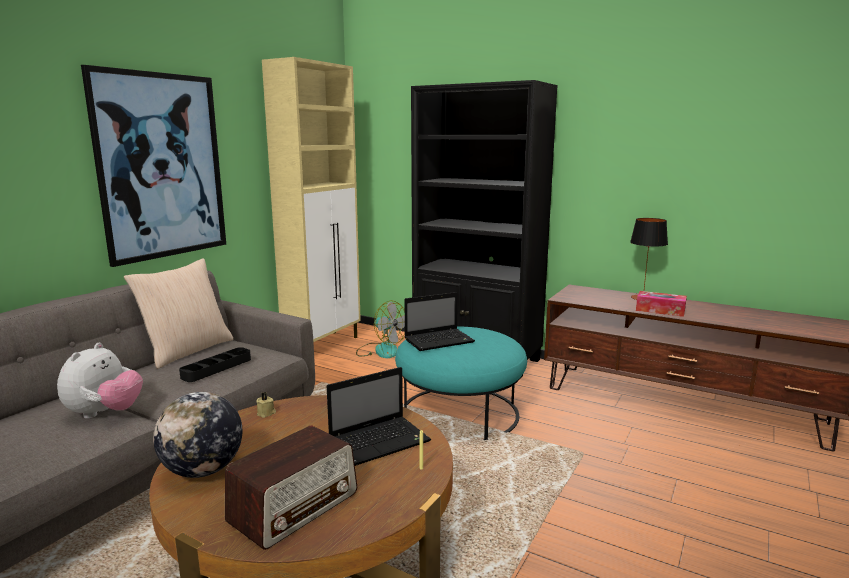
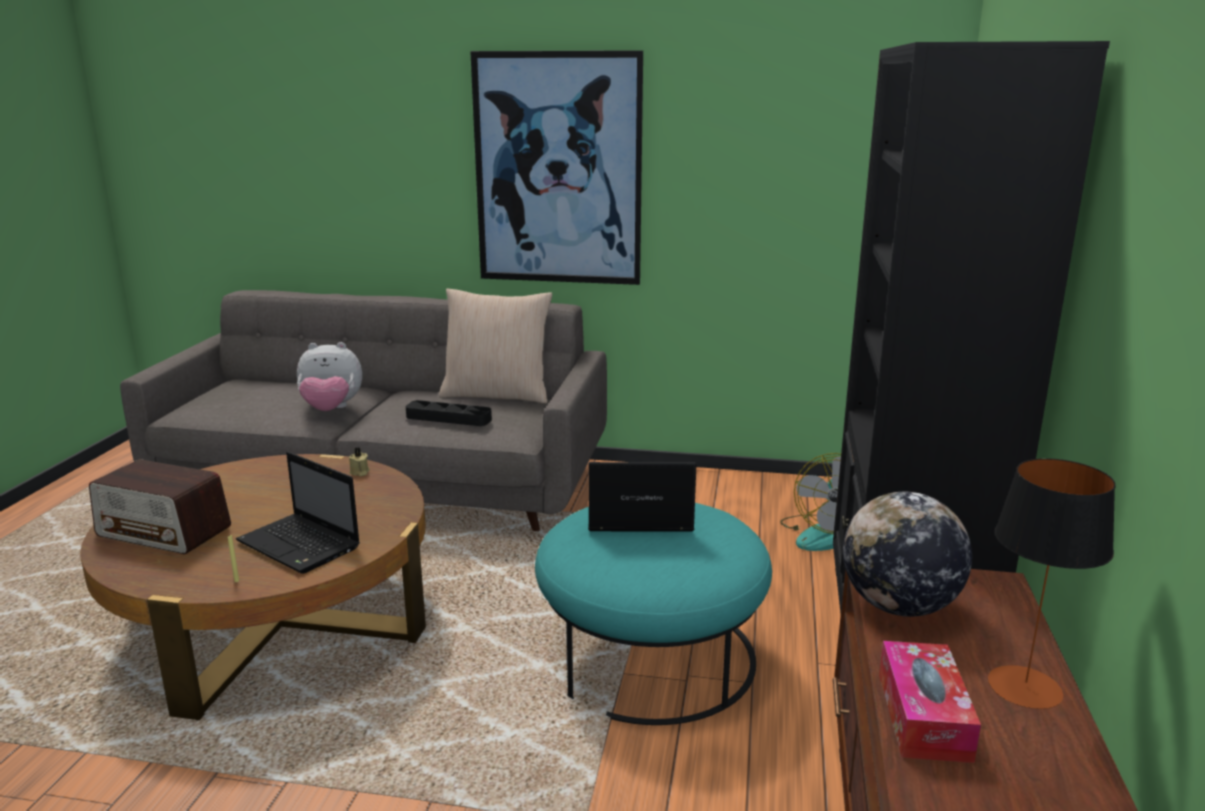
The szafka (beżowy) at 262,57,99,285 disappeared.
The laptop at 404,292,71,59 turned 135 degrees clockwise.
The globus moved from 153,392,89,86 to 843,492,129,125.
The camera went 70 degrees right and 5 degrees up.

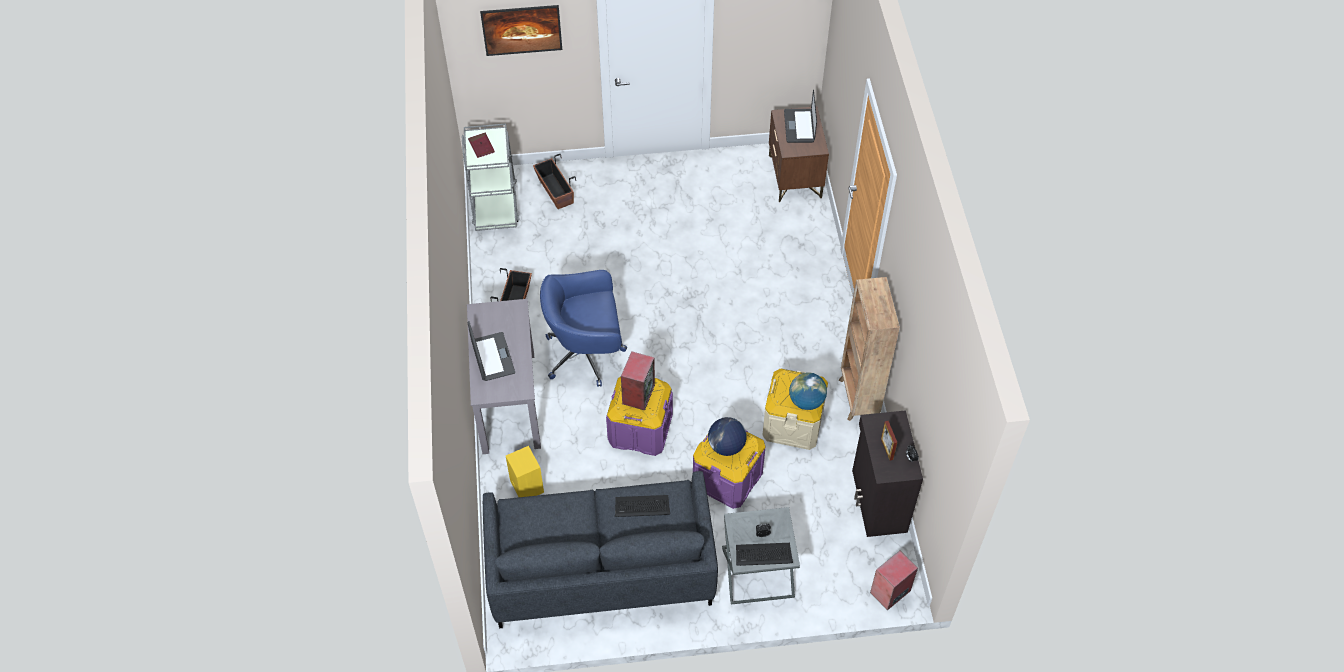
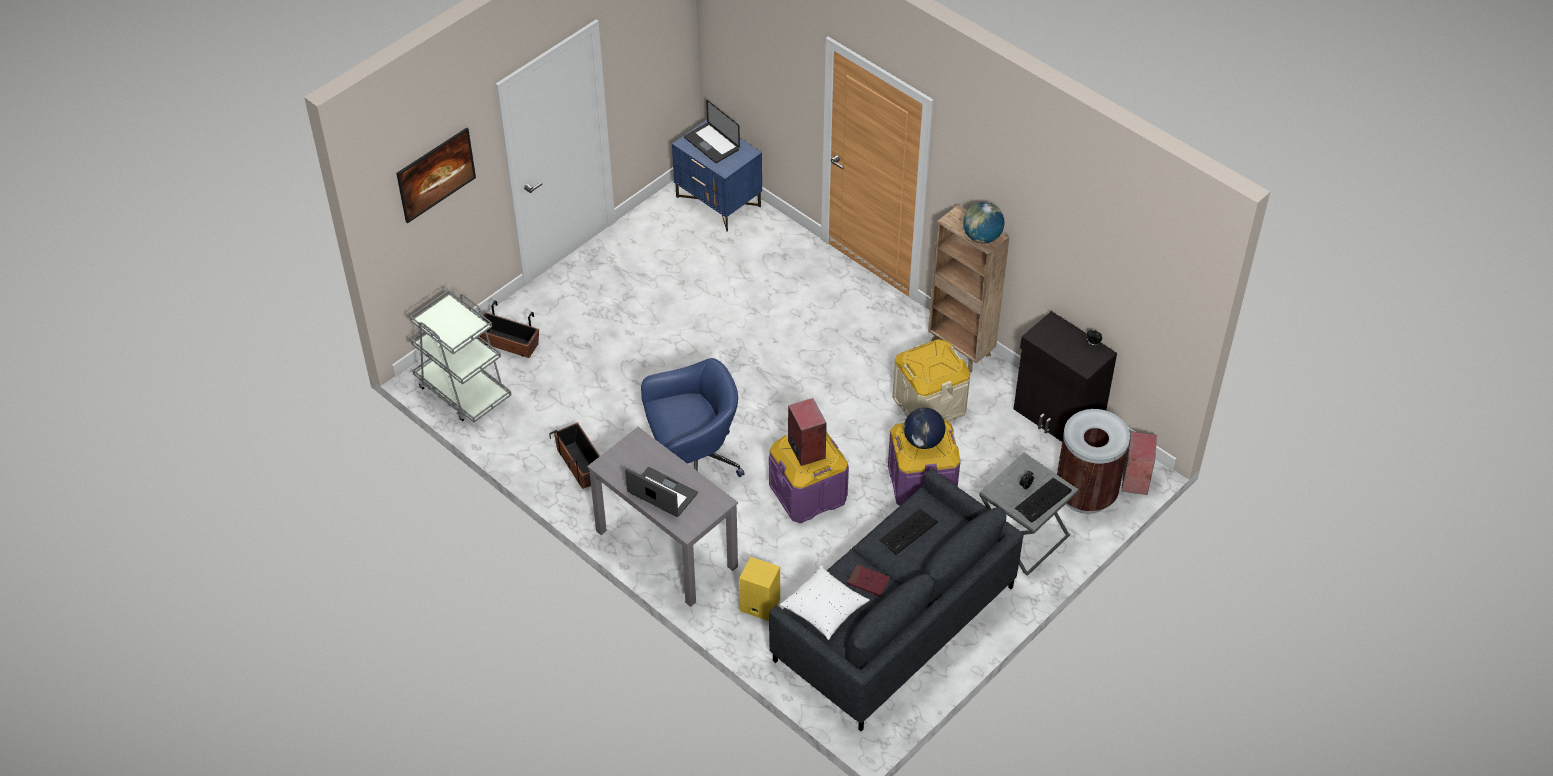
The szafka nocna (brązowy) at 769,106,60,96 became the szafka nocna (niebieski) at 672,120,90,112.
The książka (czerwony) moved from 468,133,27,25 to 847,564,43,32.
The krzesło biurowe (niebieski) at 540,270,87,117 turned 150 degrees counterclockwise.
The globus moved from 789,372,38,38 to 963,202,41,42.
The ramka na zdjęcie at 881,421,16,39 disappeared.
The kosz na śmieci (brązowy) at 1057,409,73,105 appeared.
The poduszka (biały) at 780,565,90,75 appeared.
The camera went 40 degrees left and 5 degrees down.

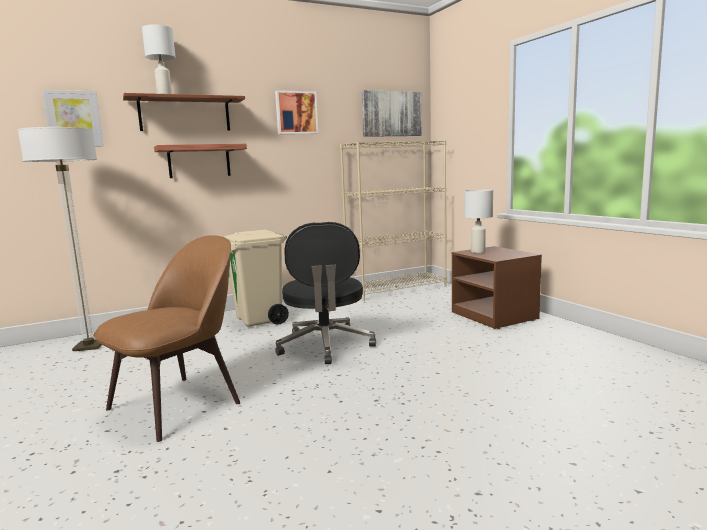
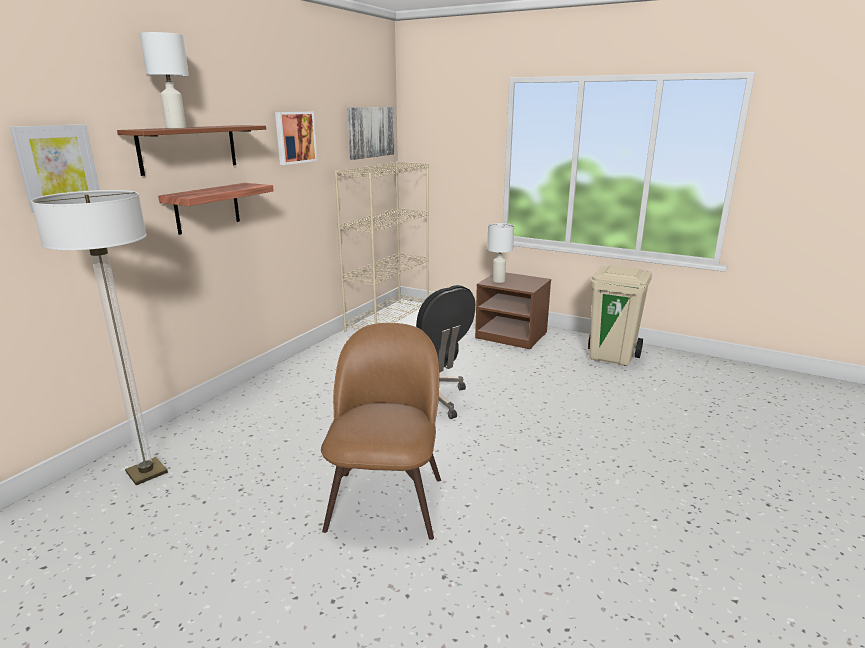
The kosz na śmieci (beżowy) moved from 224,230,65,97 to 588,265,64,101.
The camera went 35 degrees left and 10 degrees up.

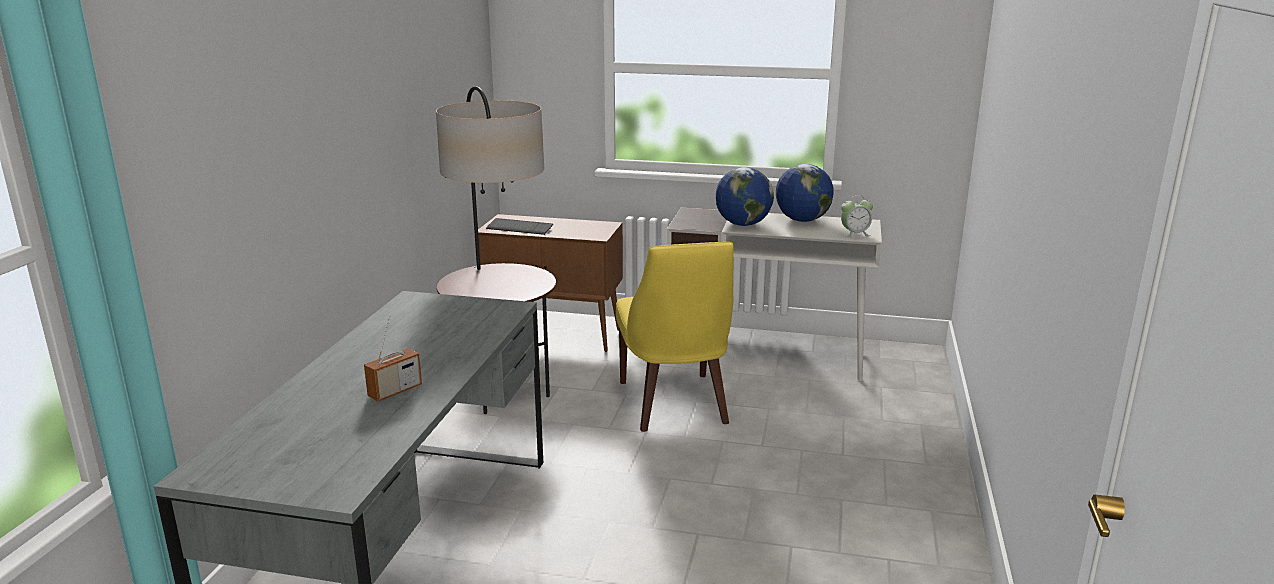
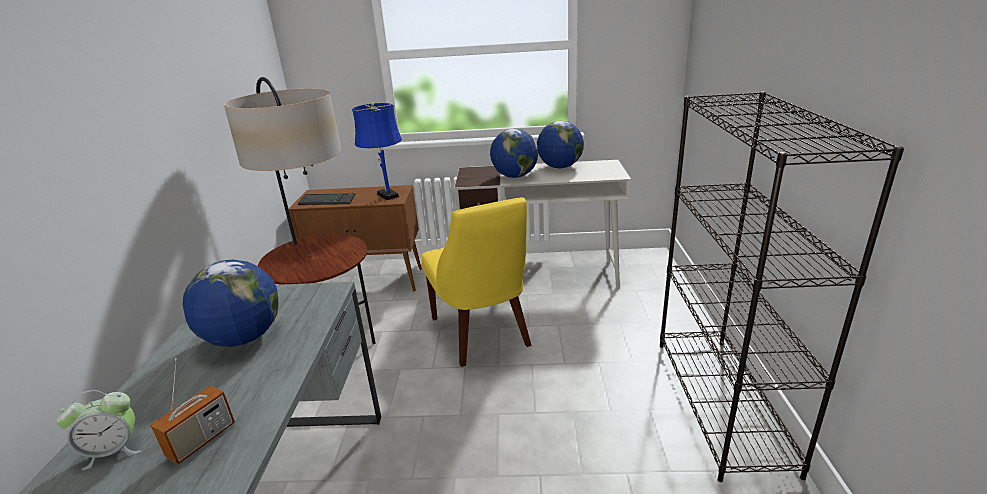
The budzik moved from 841,195,32,43 to 56,390,85,80.
The regał (czarny) at 660,92,244,390 appeared.
The lampa stołowa (niebieski) at 352,102,50,98 appeared.
The globus at 183,260,95,87 appeared.
The camera went 10 degrees left and 5 degrees up.

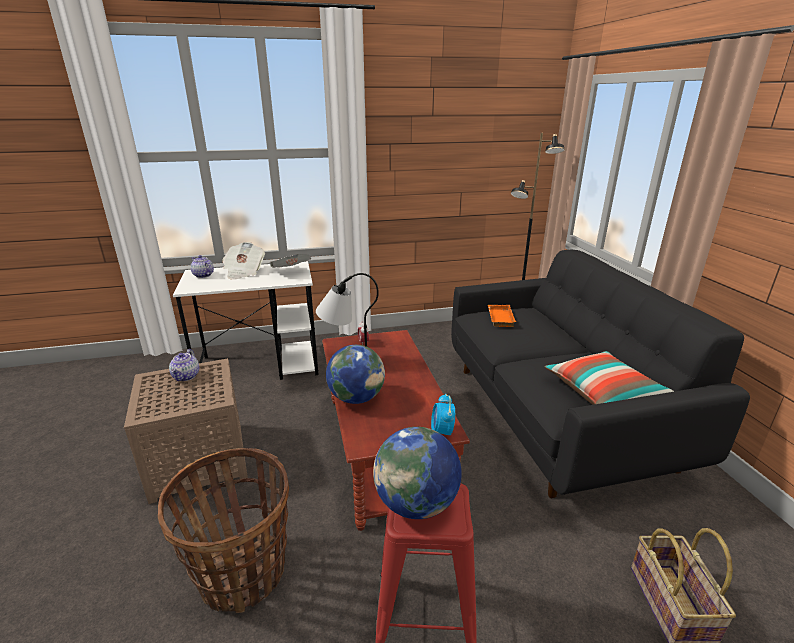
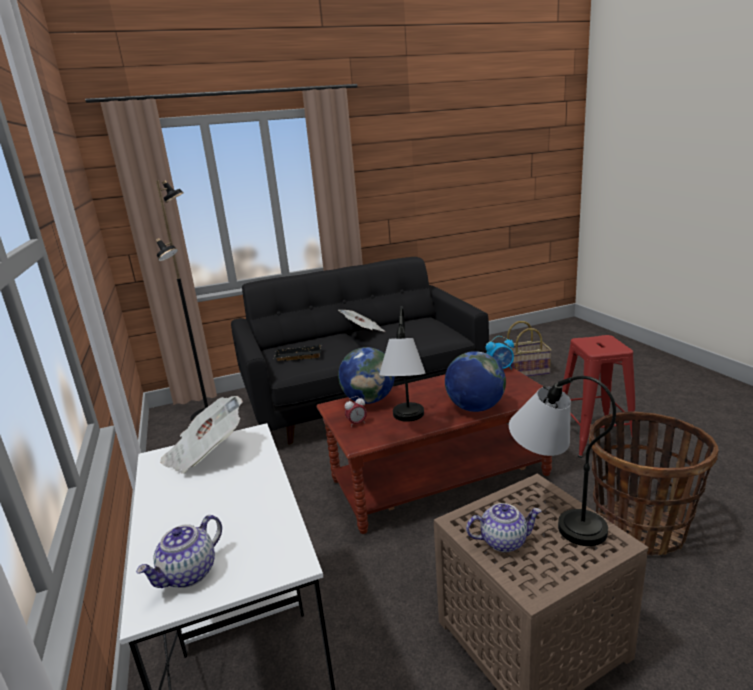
The gazeta moved from 222,242,43,38 to 338,310,46,21.
The taca (pomarańczowy) at 488,305,28,22 became the taca (czarny) at 274,343,48,18.
The poduszka at 545,351,129,54 disappeared.
The globus moved from 373,427,89,92 to 338,347,57,57.
The lampa stołowa at 509,376,107,170 appeared.
The camera went 95 degrees left and 5 degrees down.

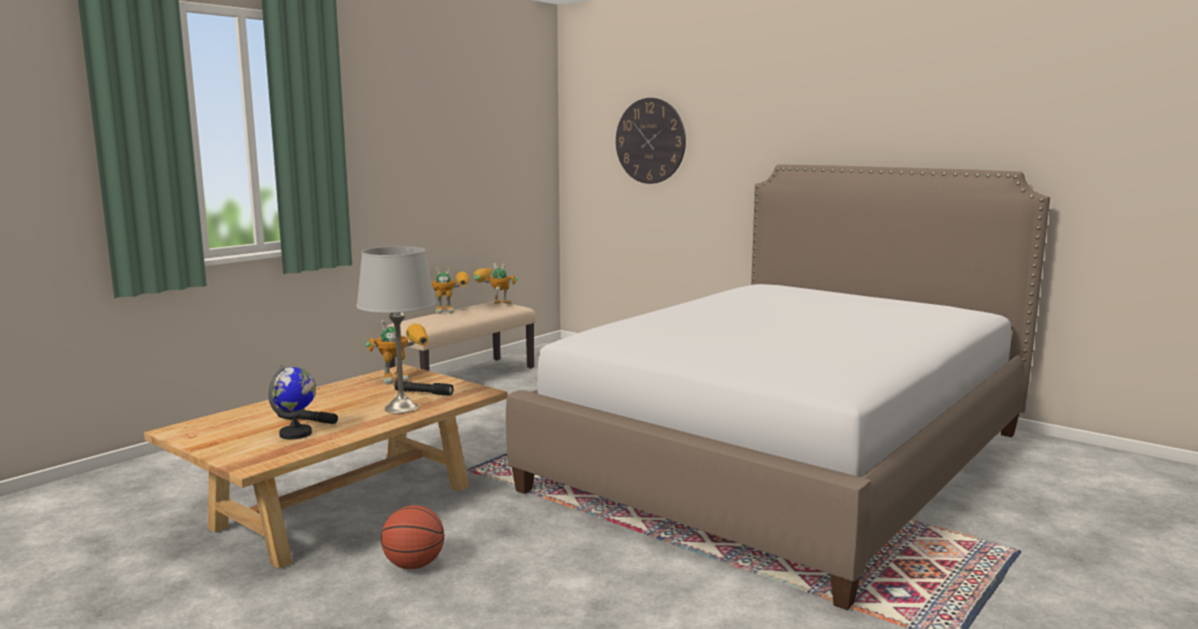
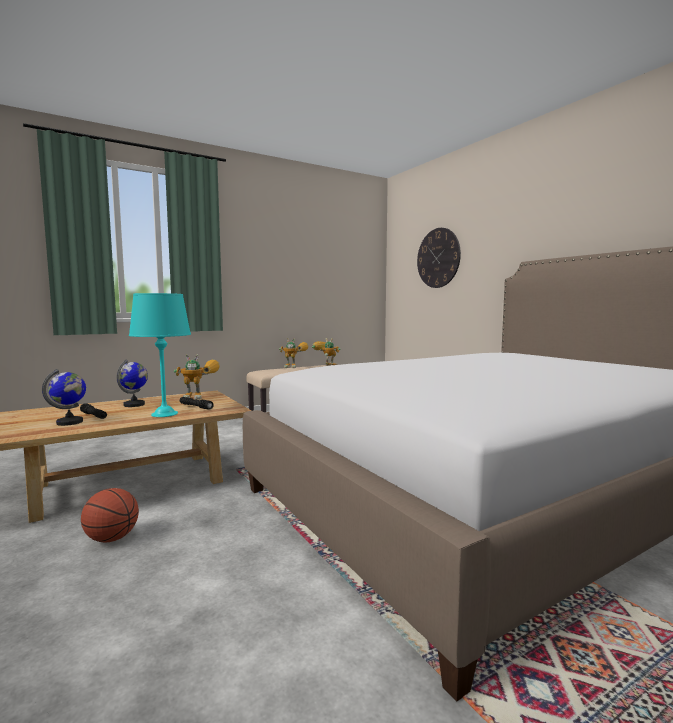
The lampa stołowa (szary) at 356,246,80,168 became the lampa stołowa (turkusowy) at 129,293,62,124.
The globus at 117,360,31,47 appeared.
The camera went 20 degrees right and 5 degrees down.

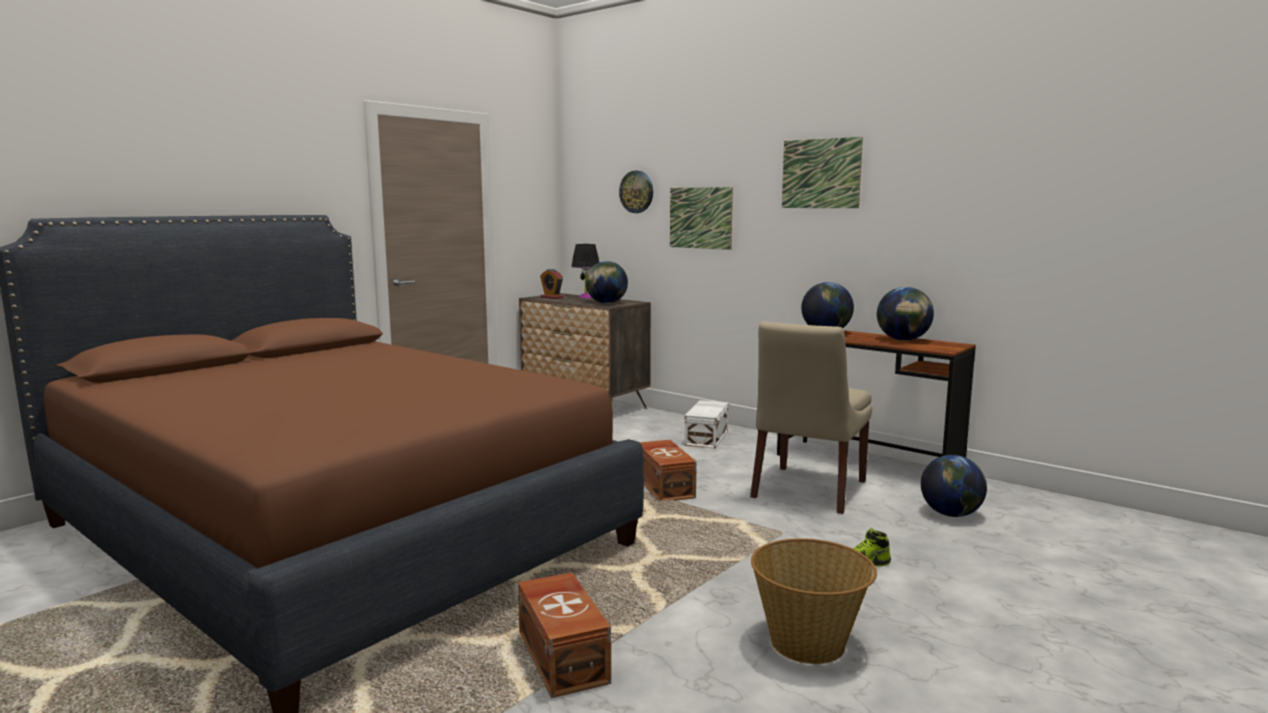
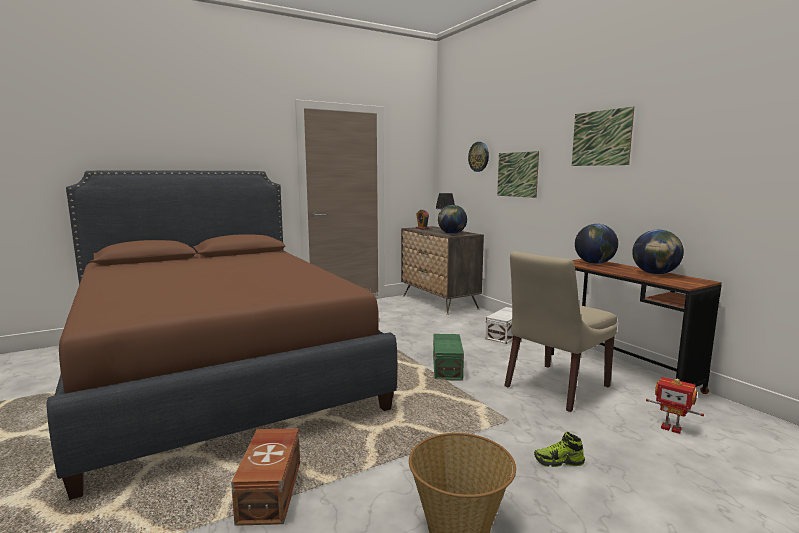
The pojemnik do przechowywania (brązowy) at 639,440,58,61 became the pojemnik do przechowywania (zielony) at 433,334,31,47.
The globus at 921,455,66,62 was replaced by the robot zabawkowy at 646,377,58,57.
The camera went 20 degrees right and 0 degrees up.

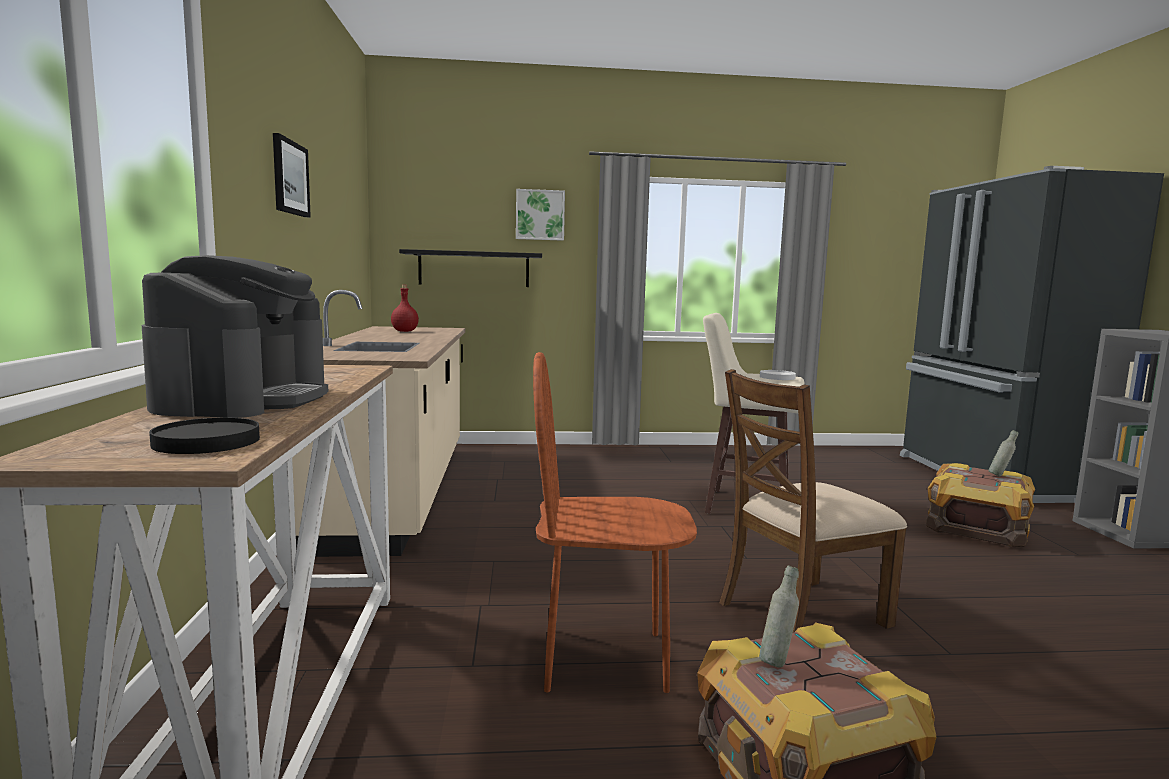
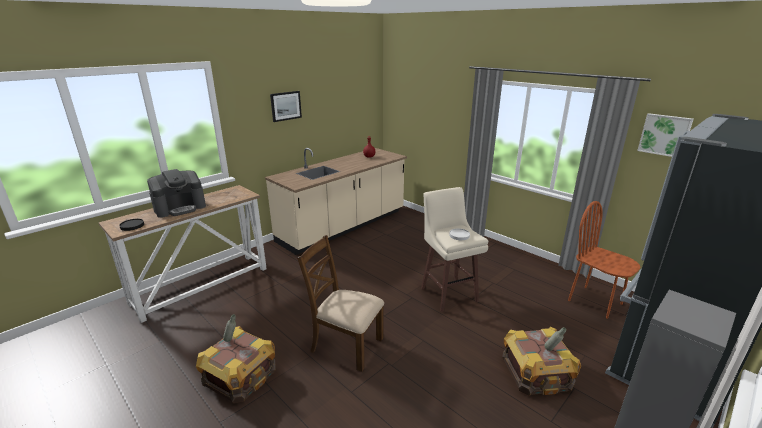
The obraz moved from 516,189,49,52 to 637,113,56,44.
The półka (czarny) at 399,249,143,38 disappeared.
The krzesło (brązowy) moved from 533,352,164,341 to 568,201,73,118.
The camera went 50 degrees right and 15 degrees up.

